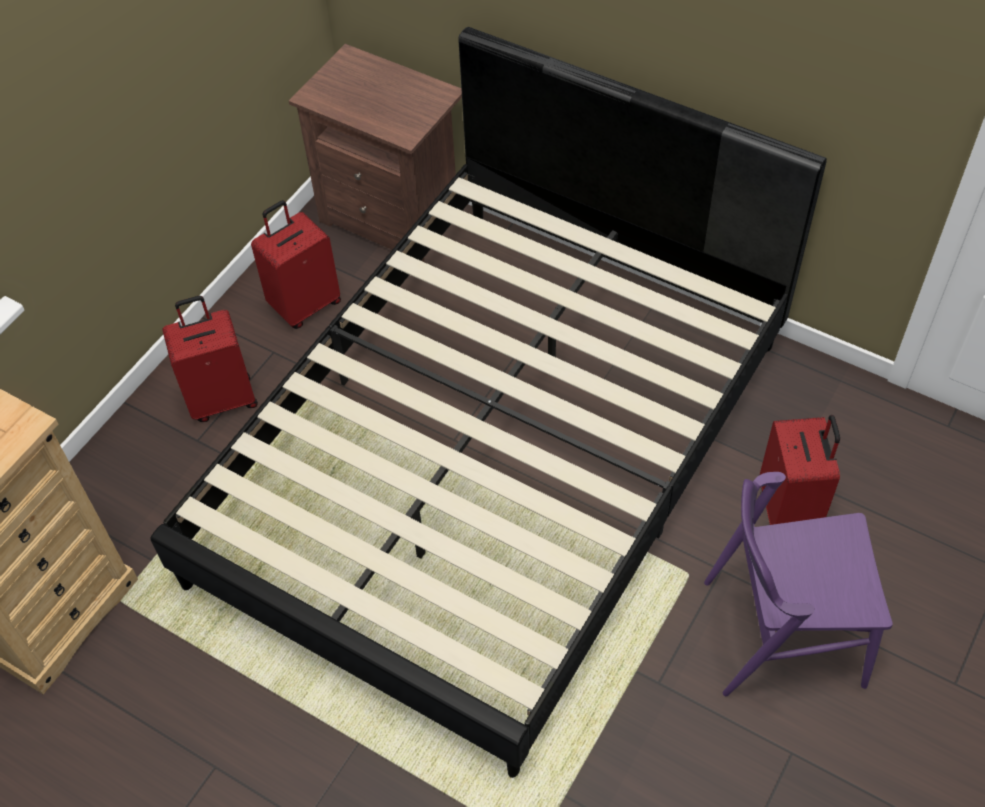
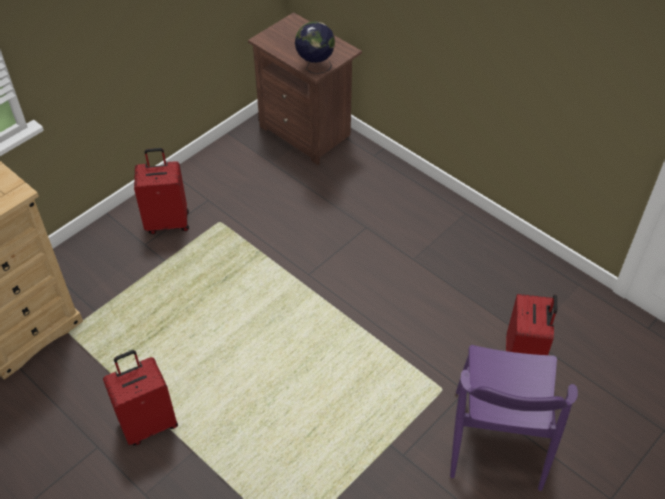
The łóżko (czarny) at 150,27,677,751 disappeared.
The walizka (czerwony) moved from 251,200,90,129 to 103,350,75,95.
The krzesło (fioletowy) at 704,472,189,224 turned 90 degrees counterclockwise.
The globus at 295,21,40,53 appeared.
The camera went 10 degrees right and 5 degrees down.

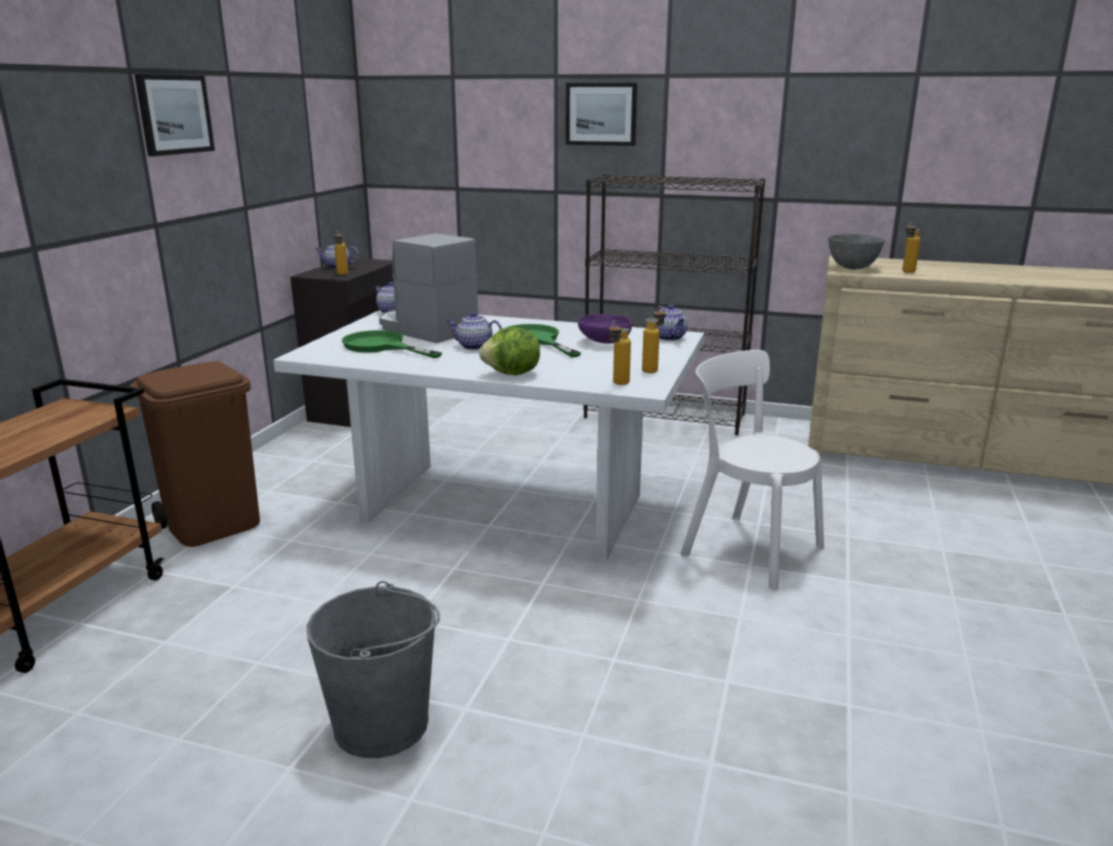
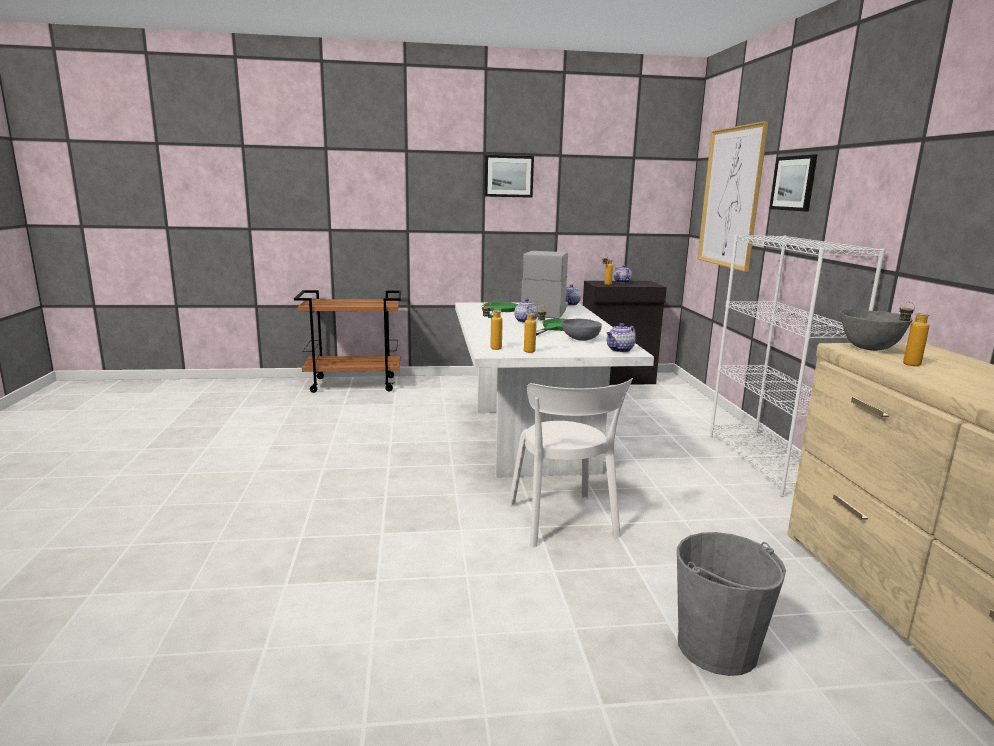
The regał (czarny) at 584,174,181,261 became the regał (biały) at 710,235,175,262.
The miska (fioletowy) at 578,314,54,30 became the miska (szary) at 562,319,40,22.
The sałata at 479,327,61,49 disappeared.
The krzesło (biały) at 680,350,144,241 turned 150 degrees clockwise.
The kosz na śmieci (brązowy) at 131,361,129,186 disappeared.
The wiadro (szary) moved from 306,581,134,177 to 677,532,109,144.
The obraz at 697,121,72,151 appeared.
The camera went 65 degrees right and 5 degrees down.

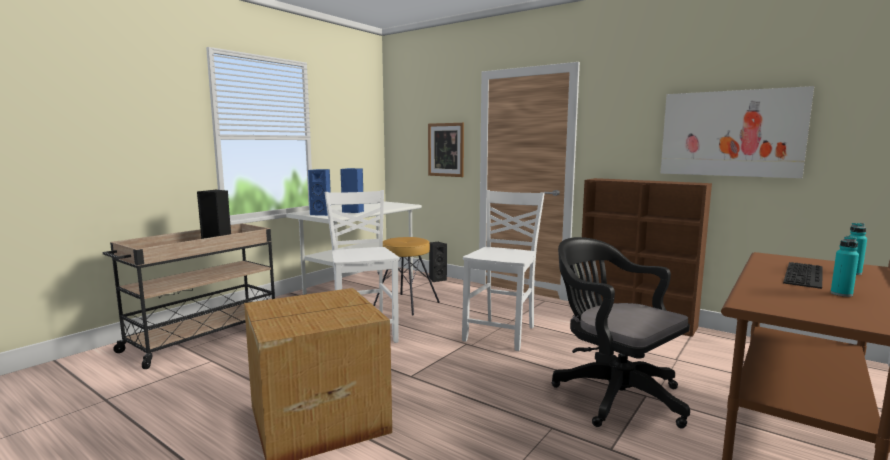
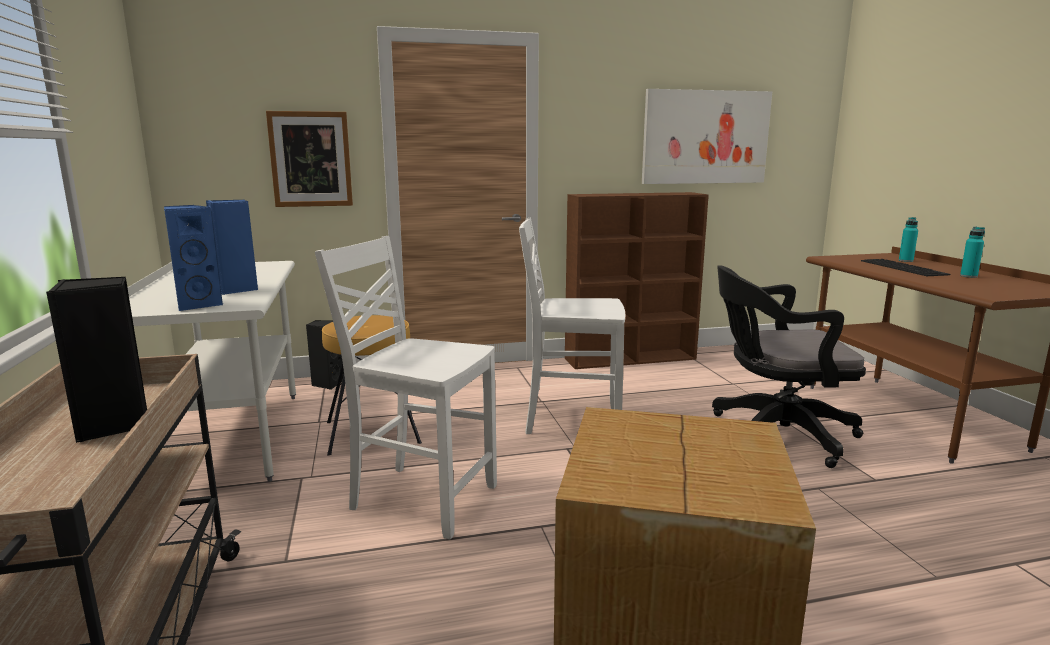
The krzesło (biały) at 462,190,83,161 turned 60 degrees counterclockwise.
The camera went 50 degrees left and 5 degrees up.

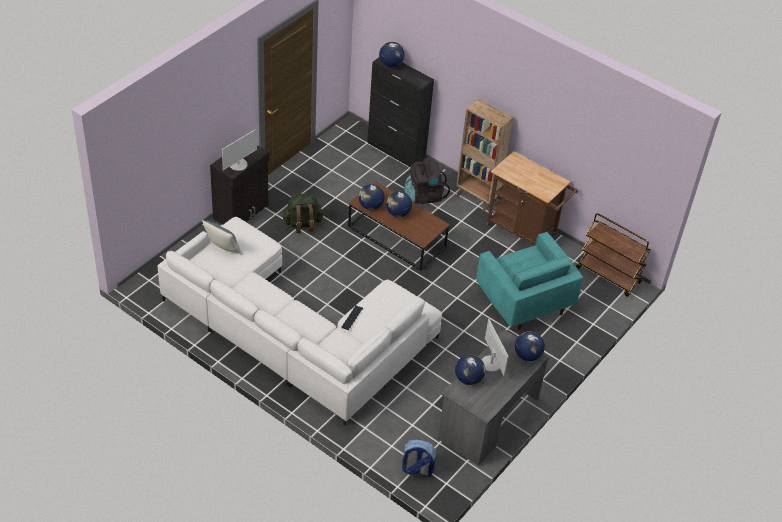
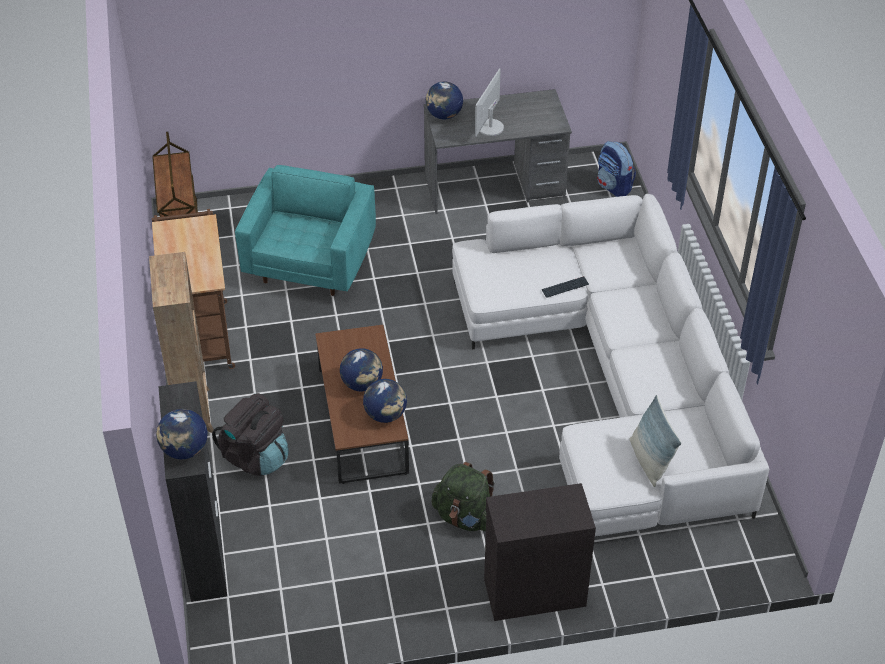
The monitor at 222,129,35,42 disappeared.
The globus at 455,355,30,30 disappeared.
The camera went 135 degrees left and 0 degrees up.

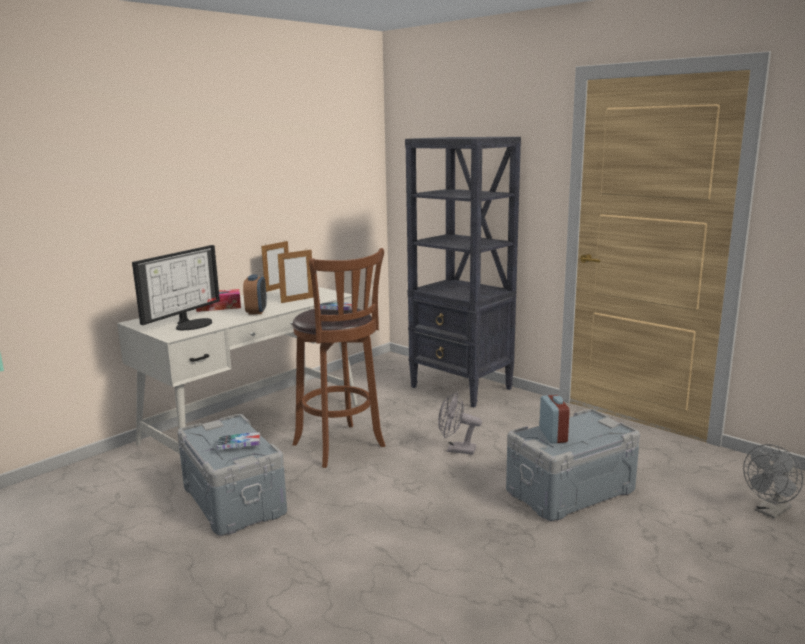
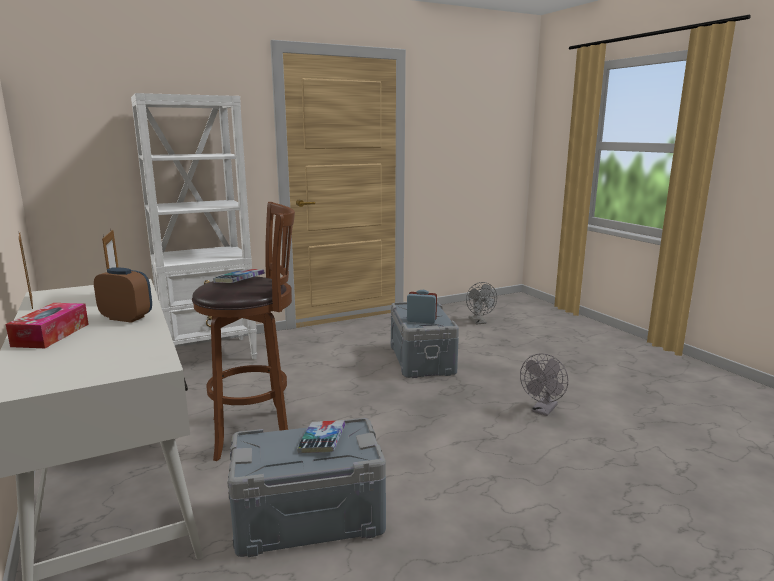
The regał (czarny) at 405,137,116,271 became the regał (biały) at 131,93,126,266.
The monitor at 132,245,88,85 disappeared.
The wentylator (szary) moved from 438,392,44,63 to 520,353,48,63.
The camera went 70 degrees left and 0 degrees up.

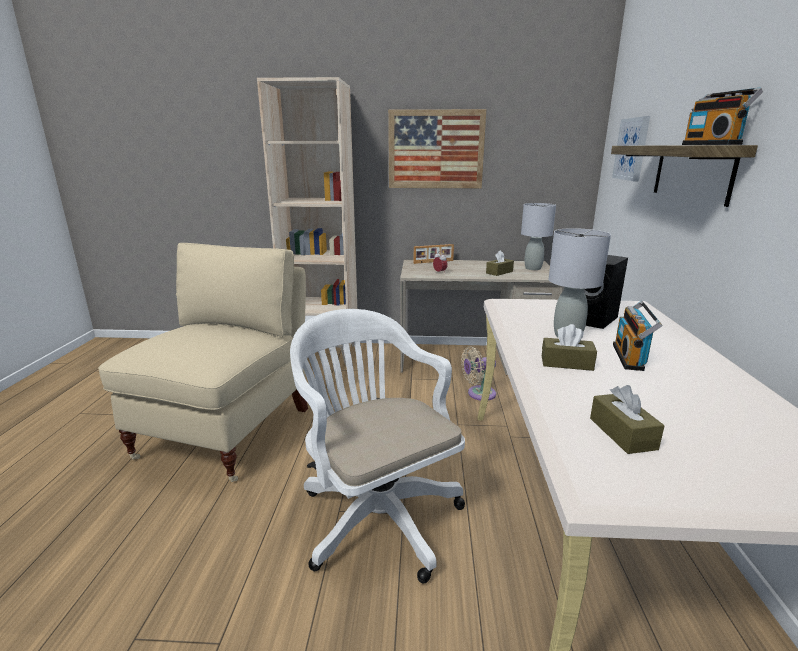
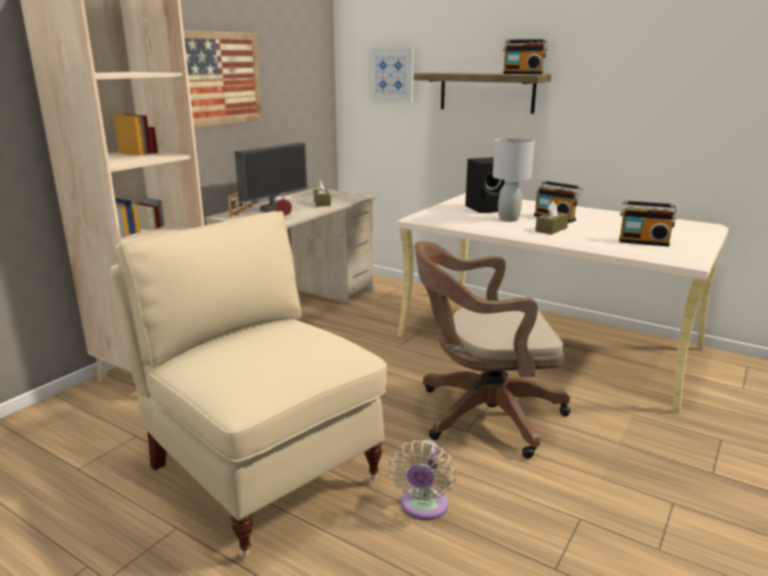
The lampa stołowa (szary) at 521,203,35,67 disappeared.
The krzesło biurowe (biały) at 290,309,175,274 became the krzesło biurowe (brązowy) at 414,241,157,218.
The wentylator (beżowy) moved from 461,346,35,54 to 389,439,67,81.
The pudełko chusteczek (brązowy) at 590,385,75,69 was replaced by the radio at 619,200,58,47.
The monitor at 235,142,72,71 appeared.
The camera went 60 degrees left and 0 degrees up.

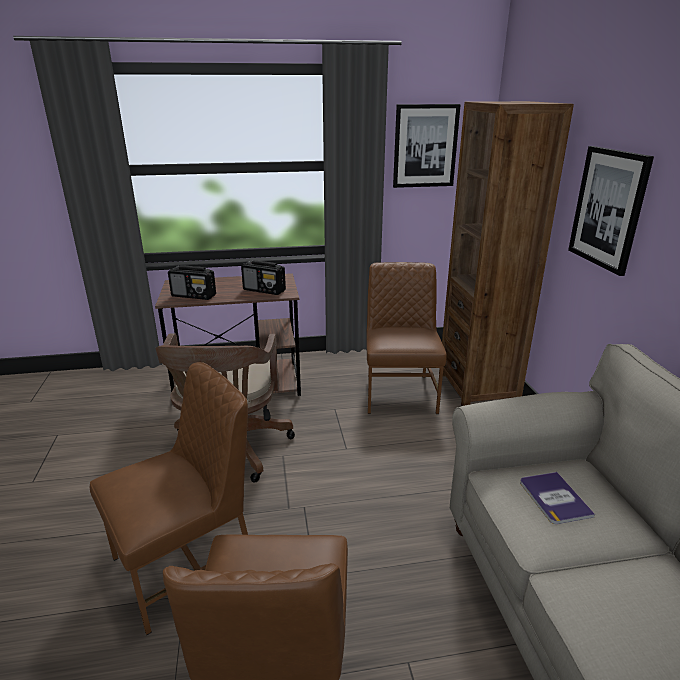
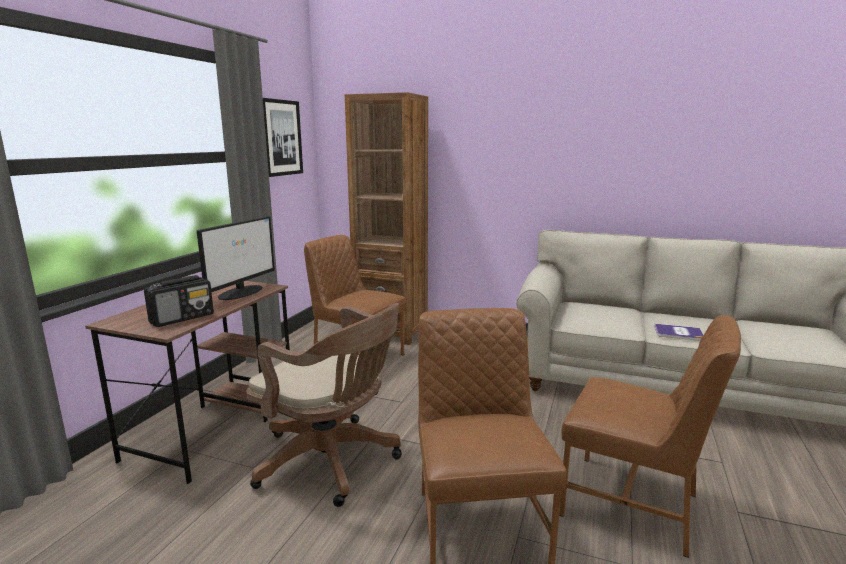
The obraz at 568,146,86,130 disappeared.
The radio at 241,260,45,35 was replaced by the monitor at 196,216,79,84.
The książka moved from 520,472,75,52 to 654,324,49,17.
The camera went 60 degrees left and 10 degrees down.

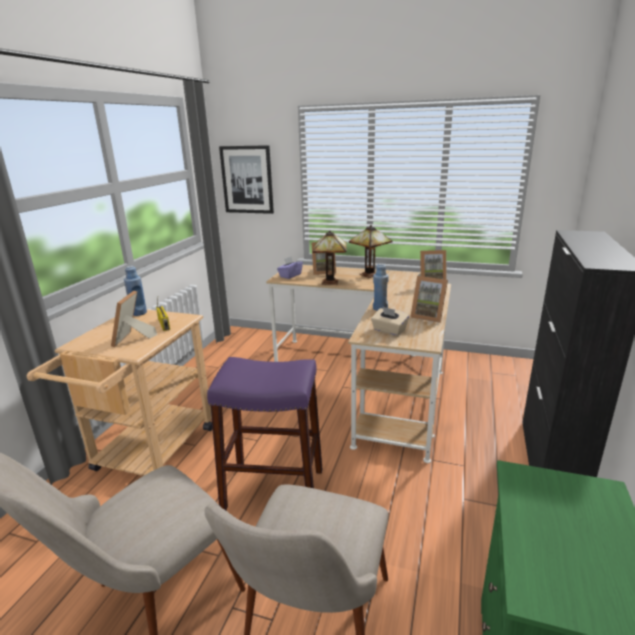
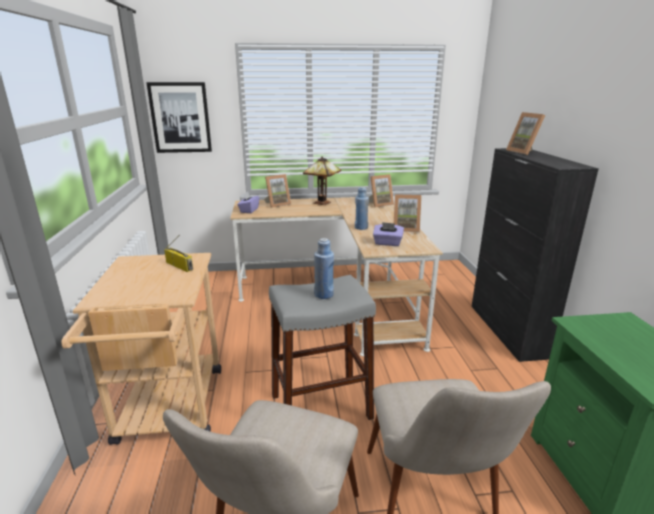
The lampa stołowa at 313,230,34,55 disappeared.
The butelka (niebieski) moved from 124,266,23,50 to 314,238,20,61.
The ramka na zdjęcie moved from 111,291,46,56 to 506,112,39,43.
The pudełko chusteczek (beżowy) at 371,306,38,30 became the pudełko chusteczek (fioletowy) at 373,222,31,24.
The stołek (fioletowy) at 207,357,115,153 became the stołek (szary) at 269,275,107,145.
The camera went 25 degrees left and 0 degrees up.

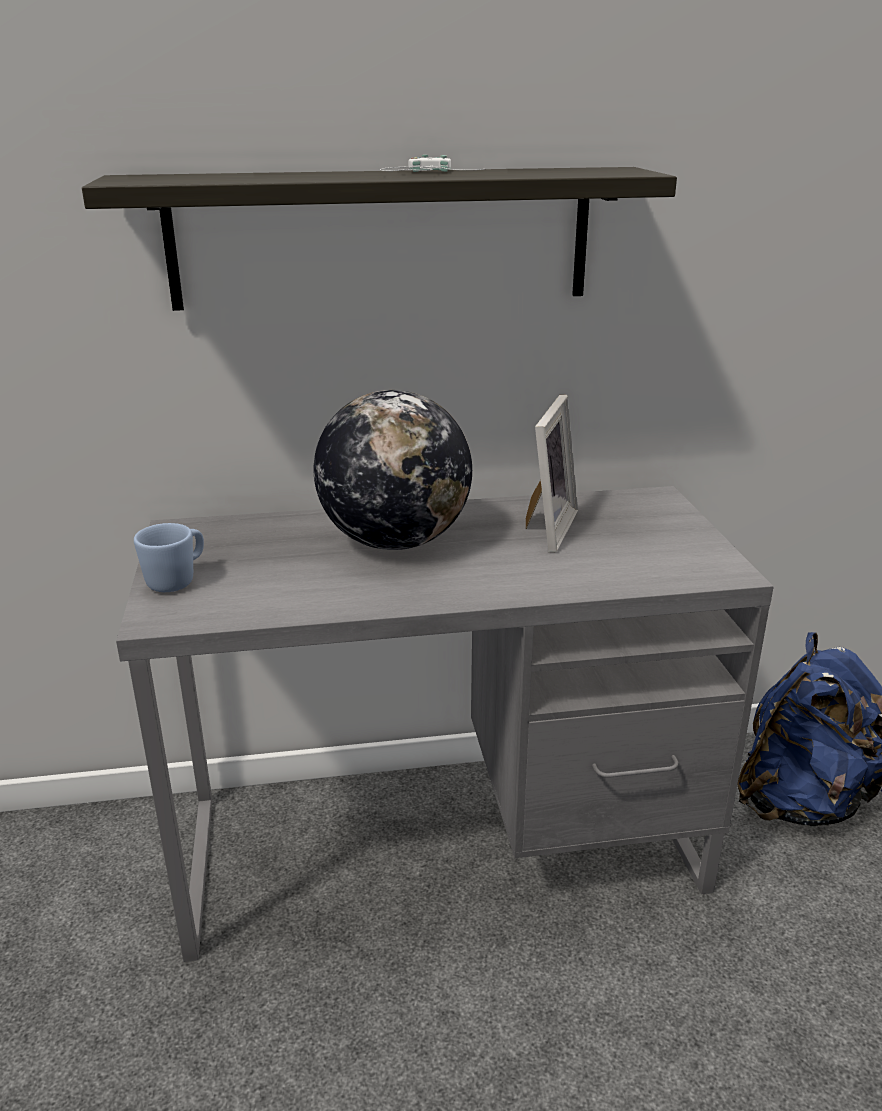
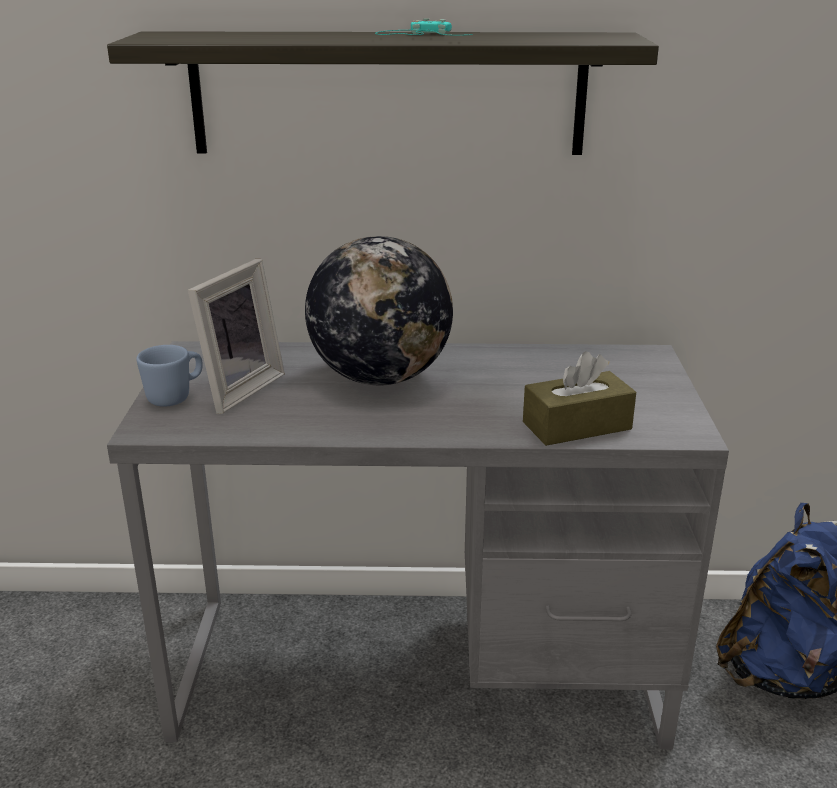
The pad do gier (biały) at 380,155,105,17 became the pad do gier (turkusowy) at 375,18,98,18.
The ramka na zdjęcie moved from 526,395,52,157 to 188,259,97,155.
The pudełko chusteczek (brązowy) at 523,351,113,95 appeared.
The camera went 10 degrees right and 0 degrees up.

